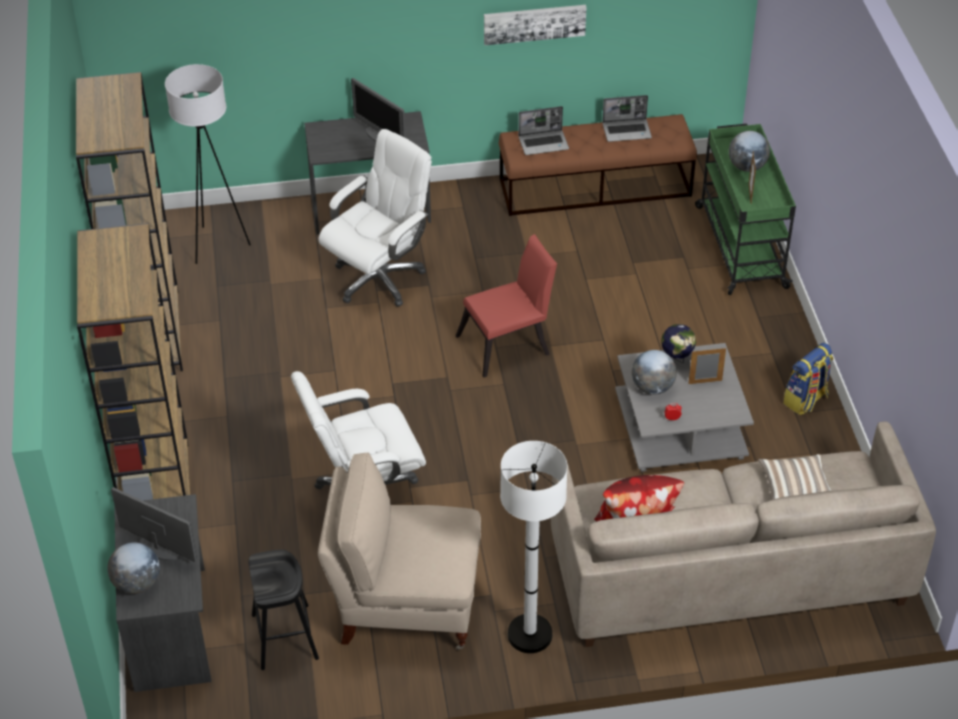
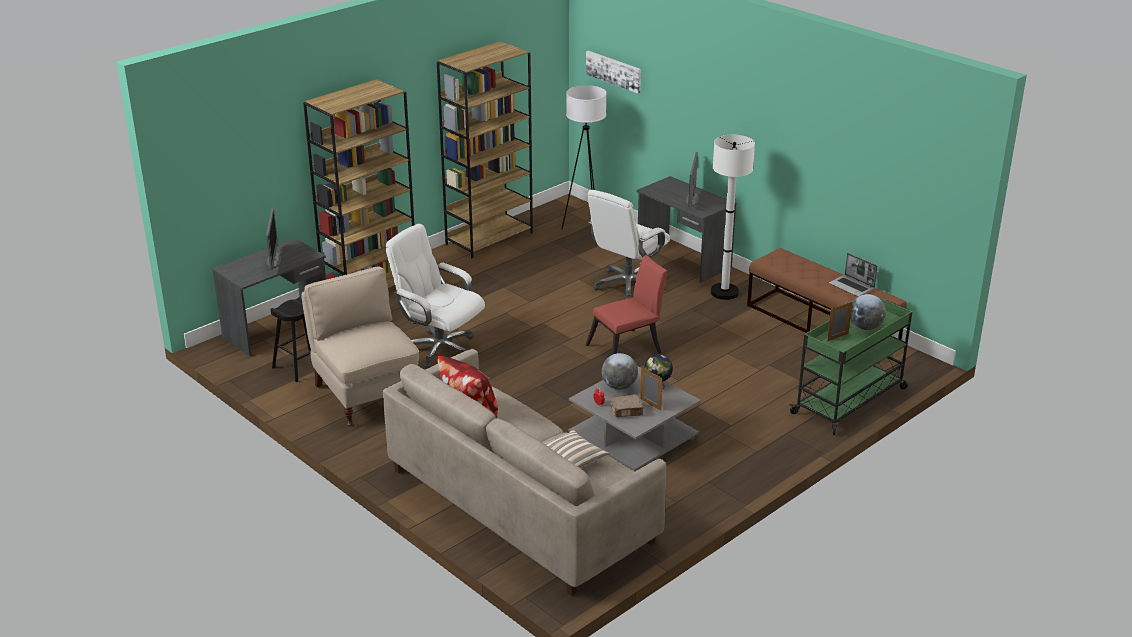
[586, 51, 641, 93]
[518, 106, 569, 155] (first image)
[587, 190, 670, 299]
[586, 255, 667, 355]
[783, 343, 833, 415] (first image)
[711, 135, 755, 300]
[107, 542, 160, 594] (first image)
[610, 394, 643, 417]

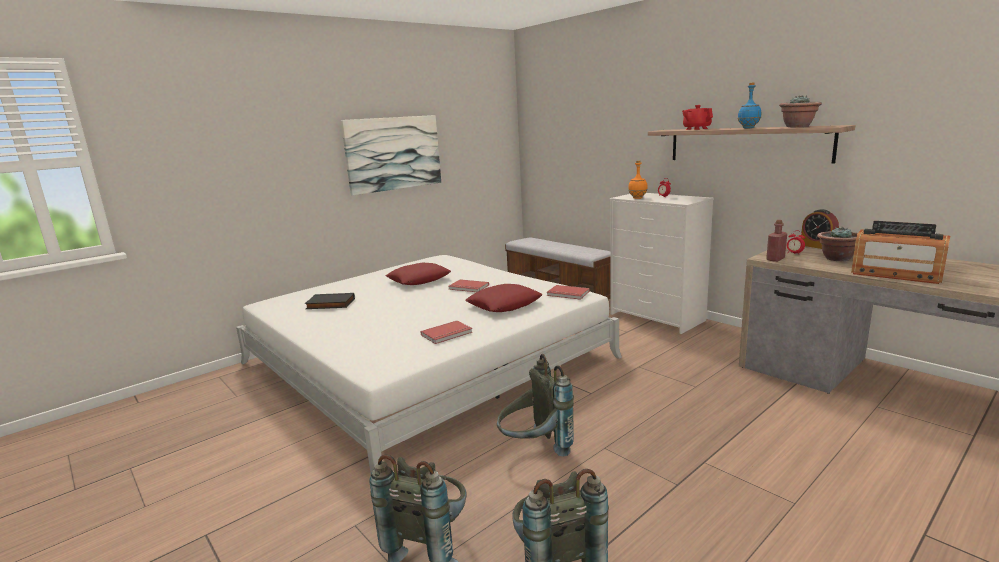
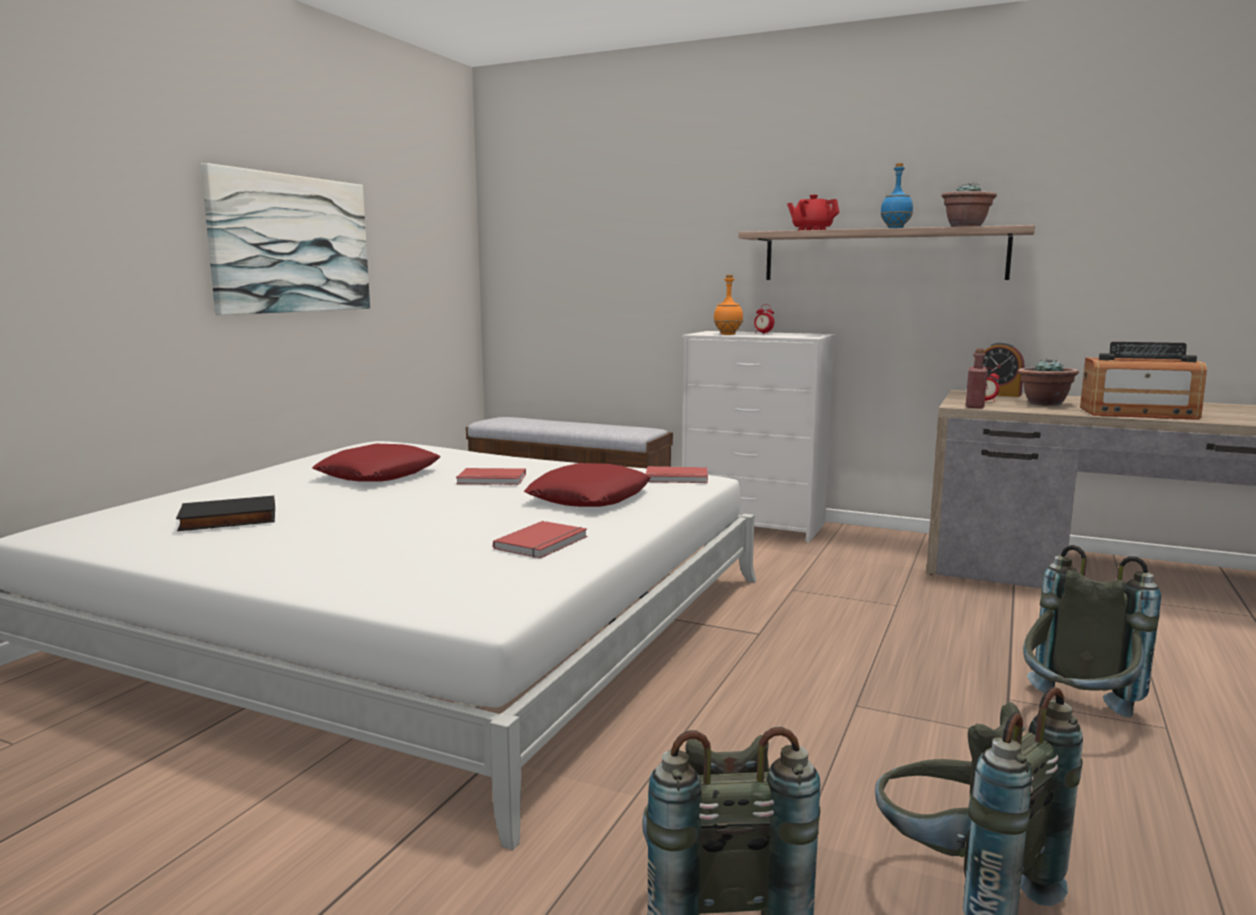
[1023, 545, 1161, 717]

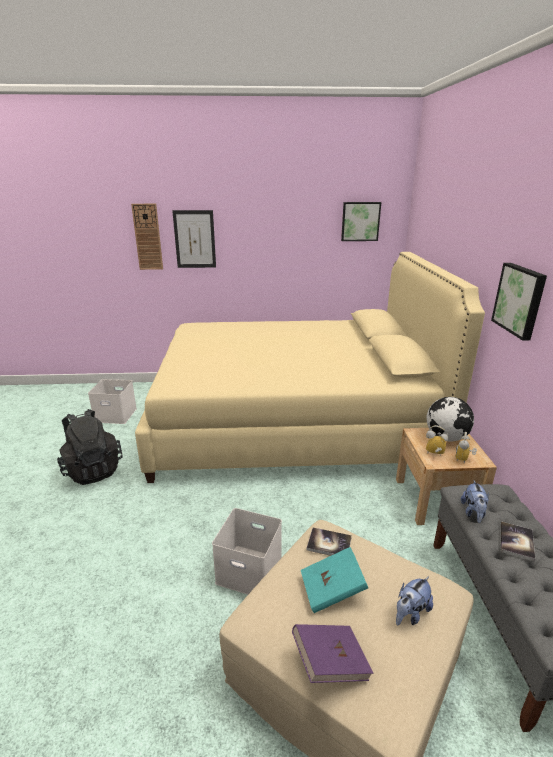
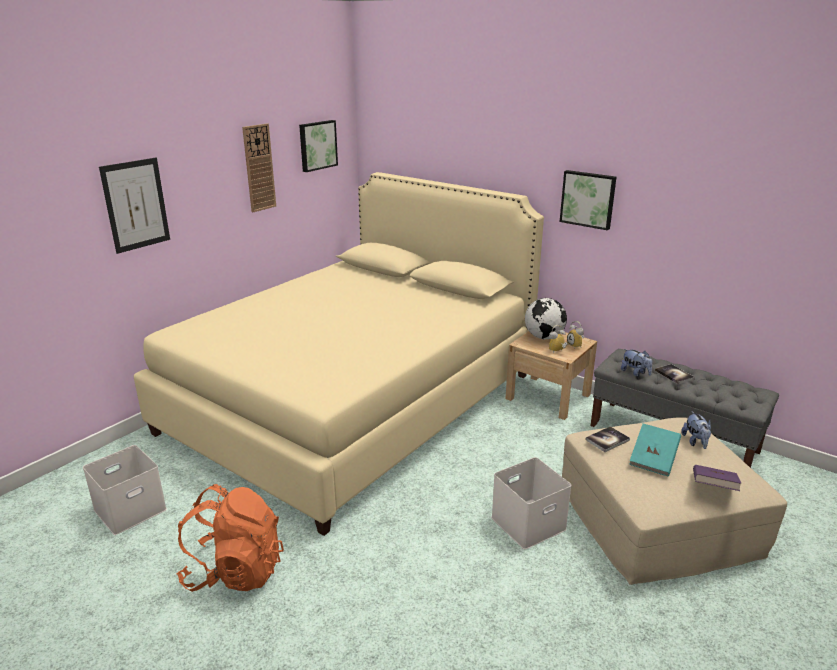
[242, 124, 276, 212]
[177, 484, 284, 592]

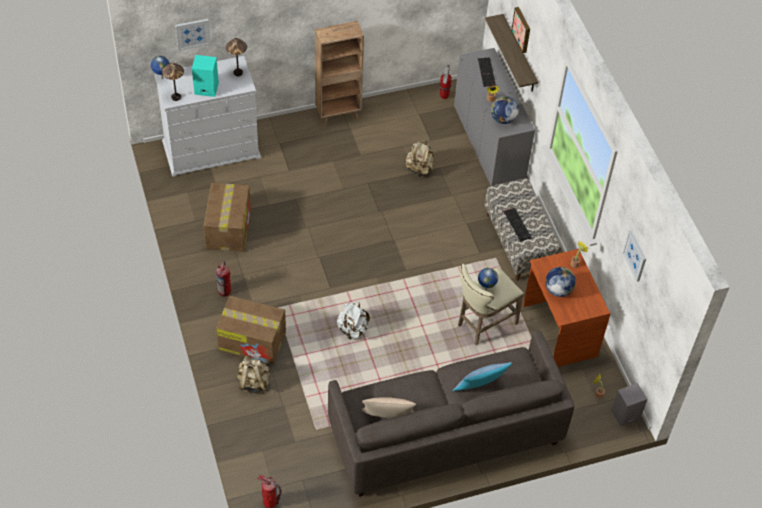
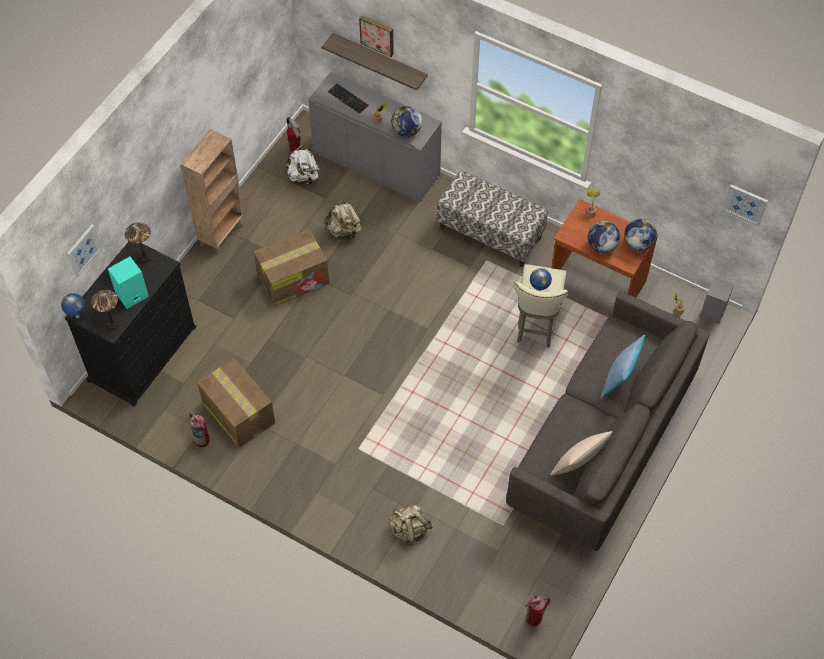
[65, 241, 197, 406]
[503, 208, 532, 242] (first image)
[723, 184, 768, 226]
[189, 412, 209, 447]
[254, 229, 329, 306]
[285, 145, 320, 185]
[624, 219, 657, 251]

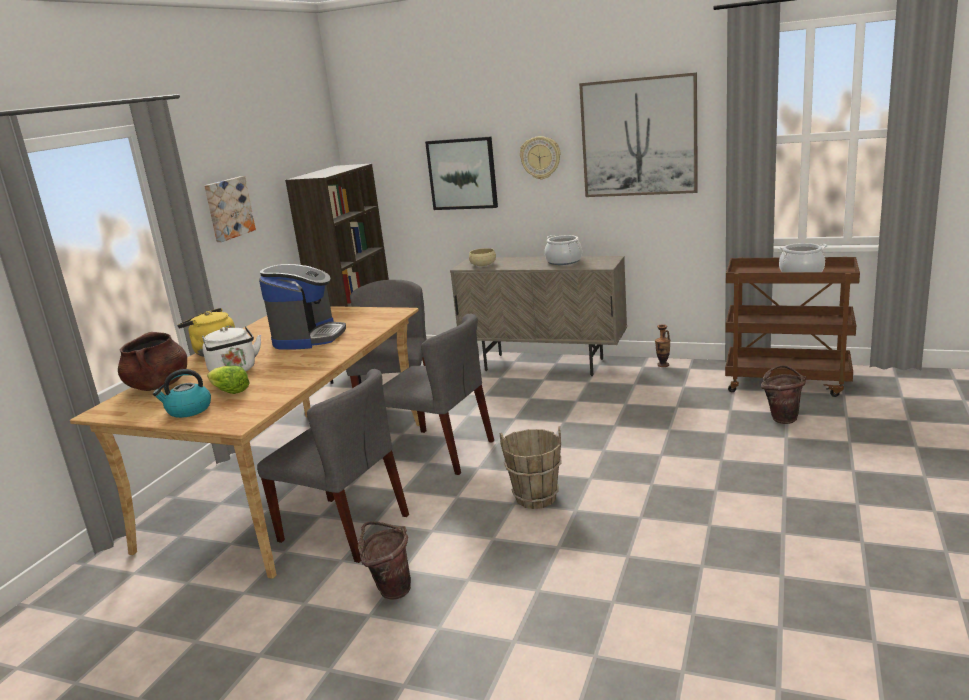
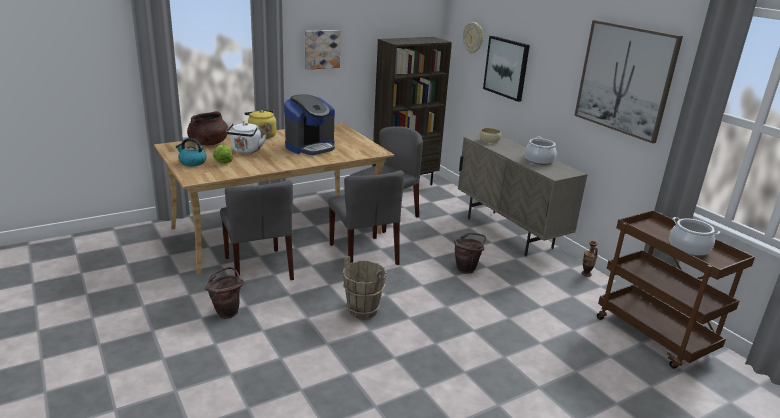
[463, 22, 483, 53]
[454, 233, 486, 274]

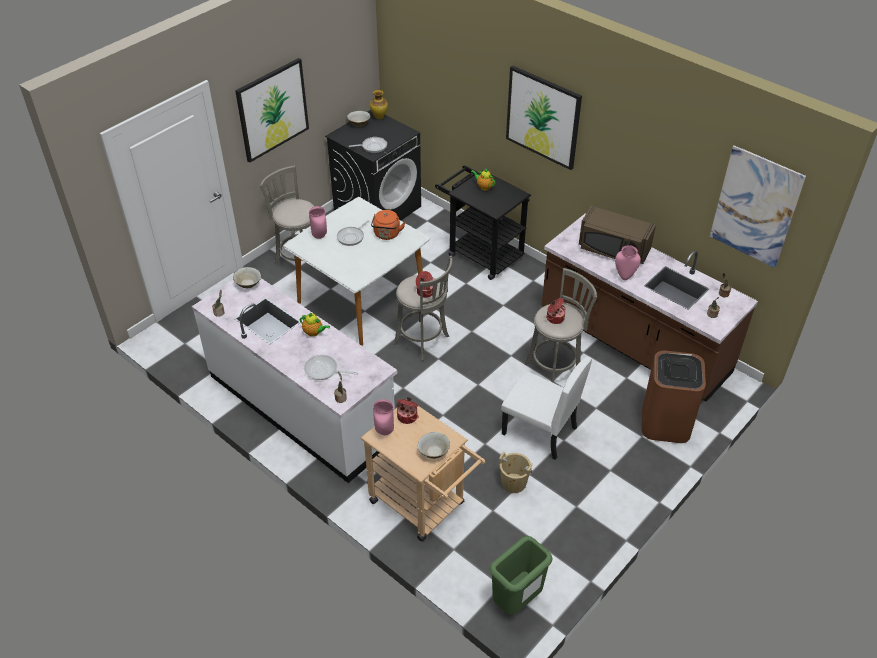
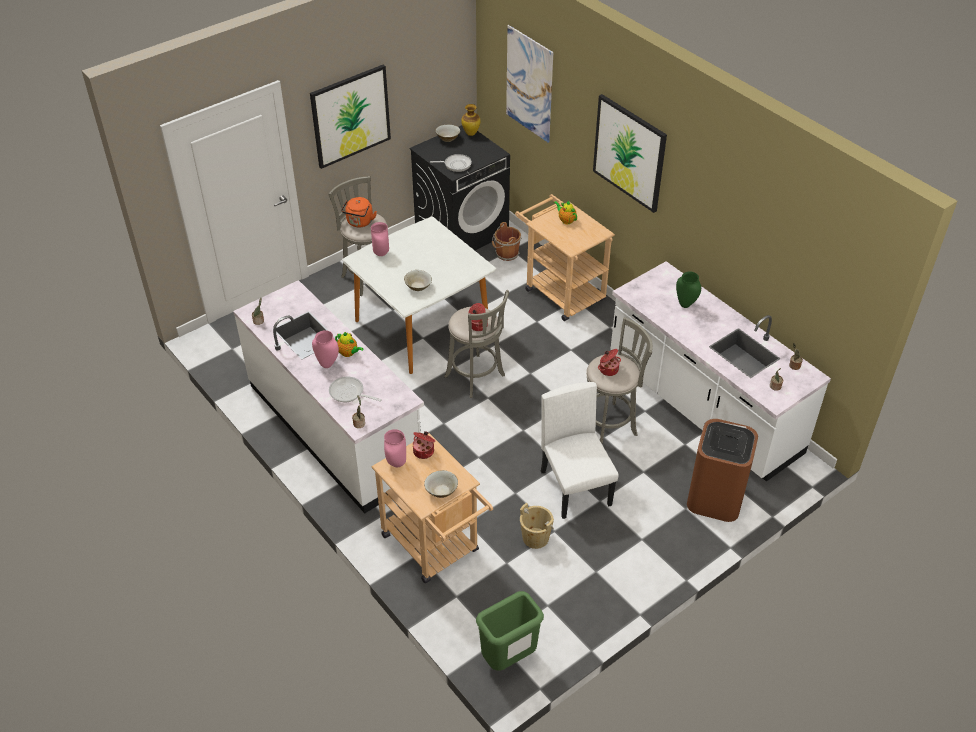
[506, 25, 553, 143]
[515, 194, 615, 321]
[676, 272, 701, 308]
[341, 197, 377, 227]
[610, 261, 831, 482]
[337, 220, 369, 246] (first image)
[312, 330, 339, 368]
[404, 270, 432, 291]
[541, 382, 619, 519]
[492, 222, 522, 261]

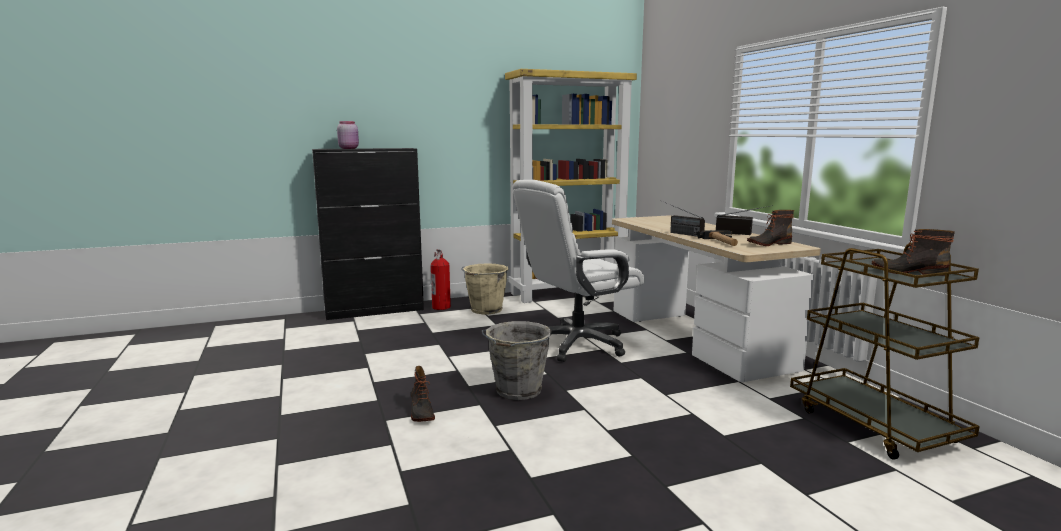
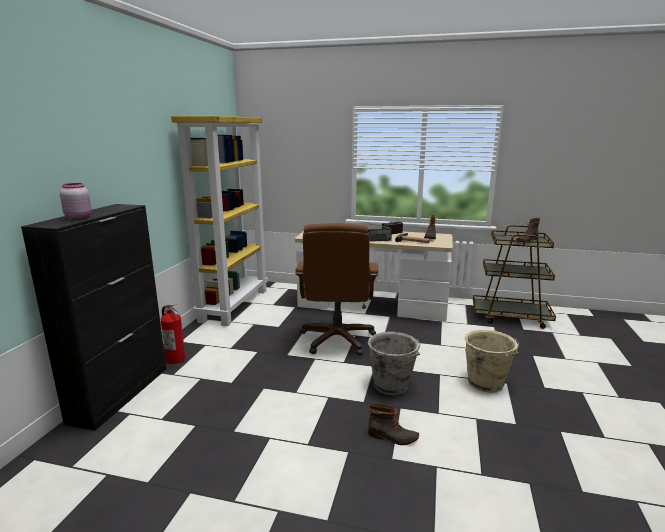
[295, 223, 378, 355]
[464, 330, 519, 393]

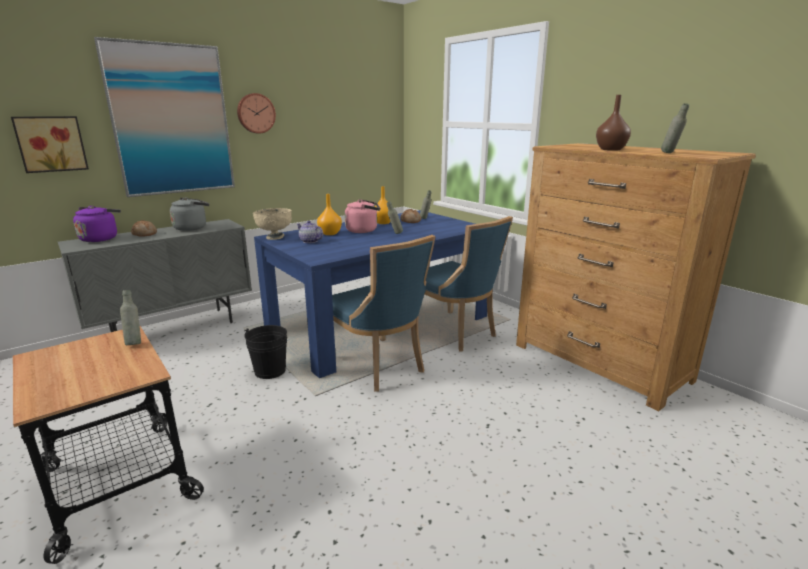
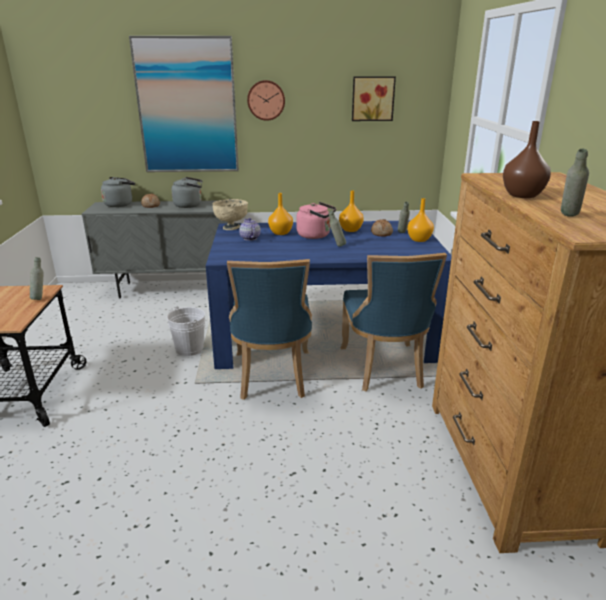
[352, 76, 396, 121]
[101, 177, 135, 207]
[167, 306, 205, 356]
[407, 198, 434, 242]

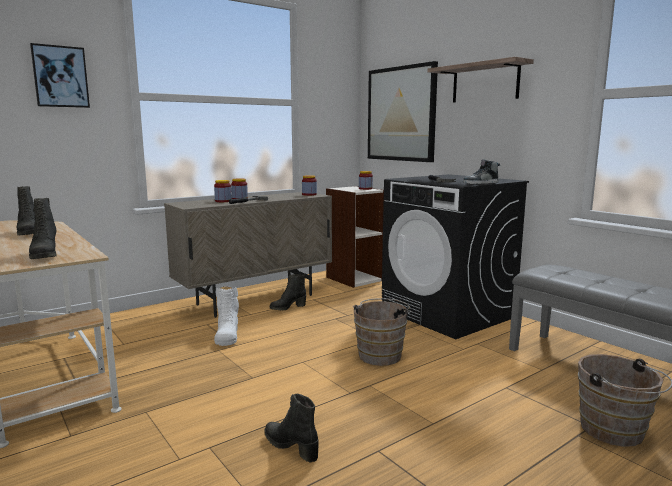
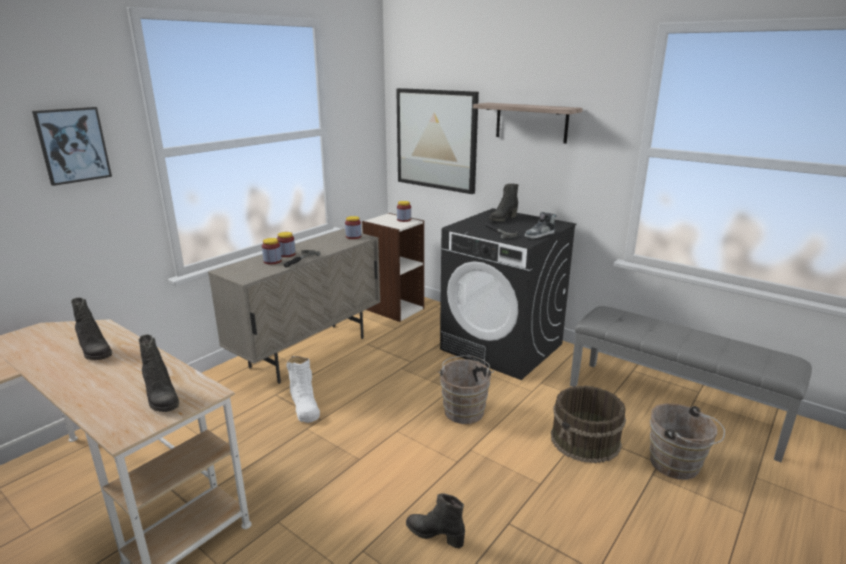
[489, 184, 518, 222]
[551, 385, 626, 464]

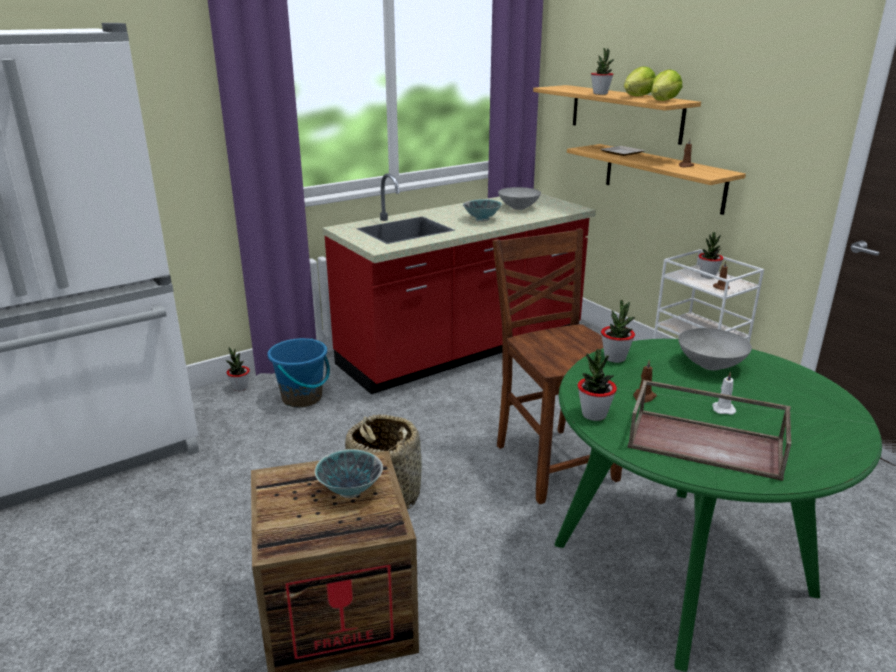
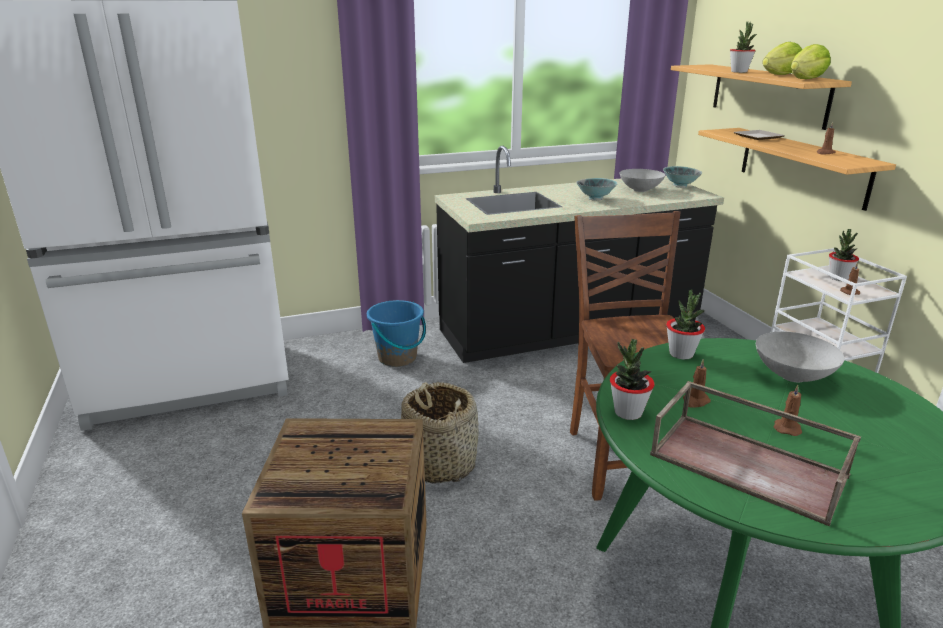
[435, 146, 724, 363]
[226, 347, 250, 391] (first image)
[774, 385, 802, 436]
[663, 166, 702, 188]

